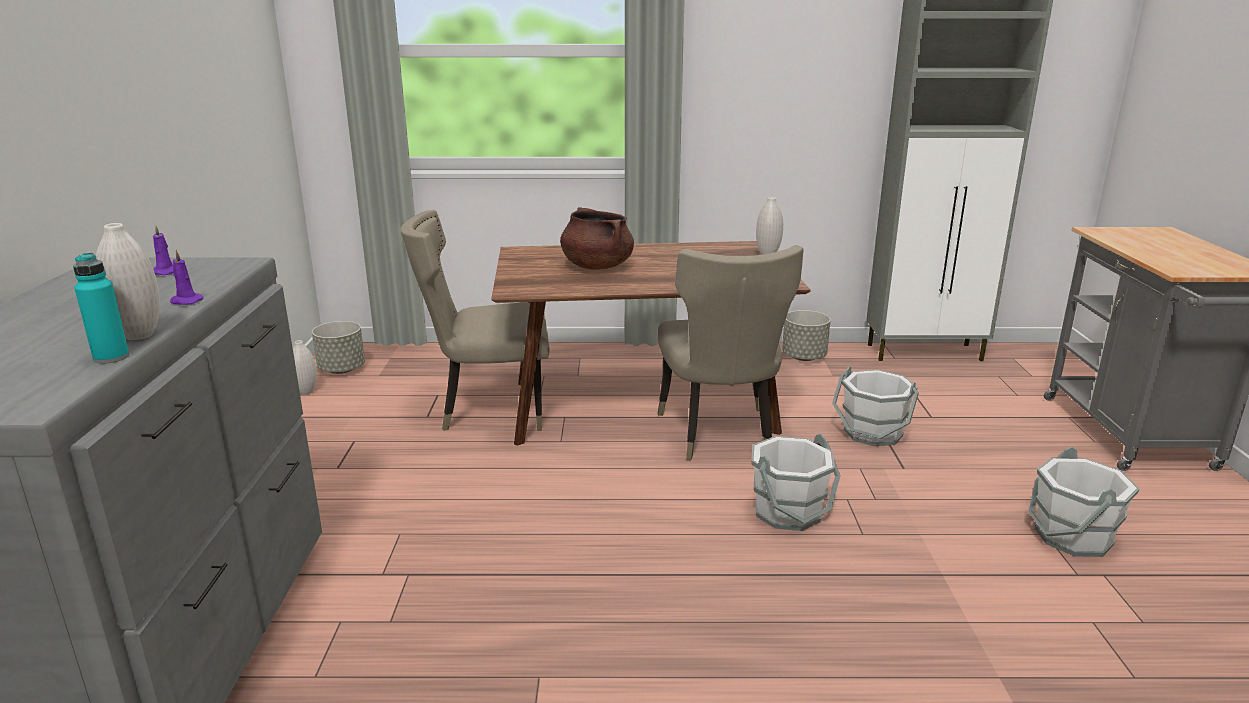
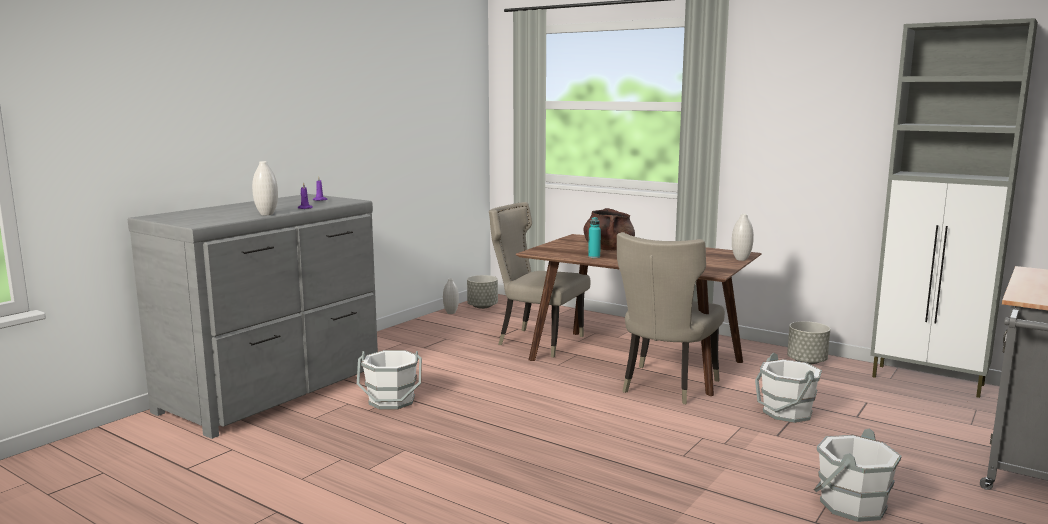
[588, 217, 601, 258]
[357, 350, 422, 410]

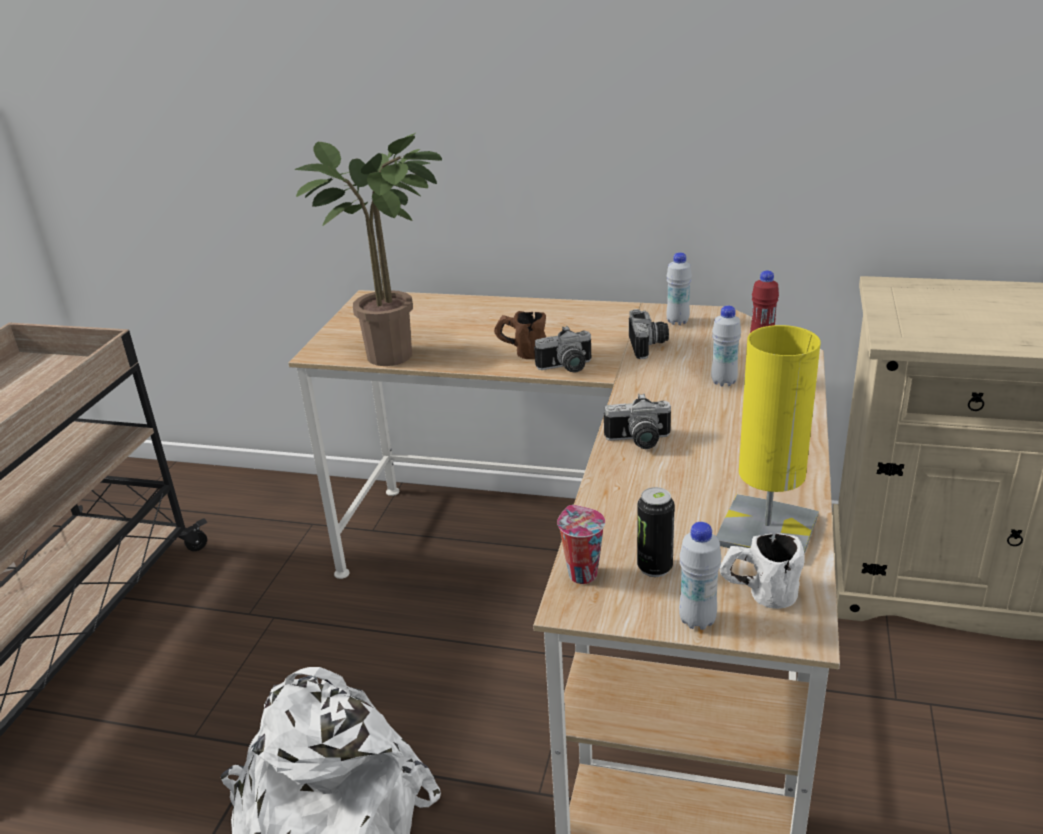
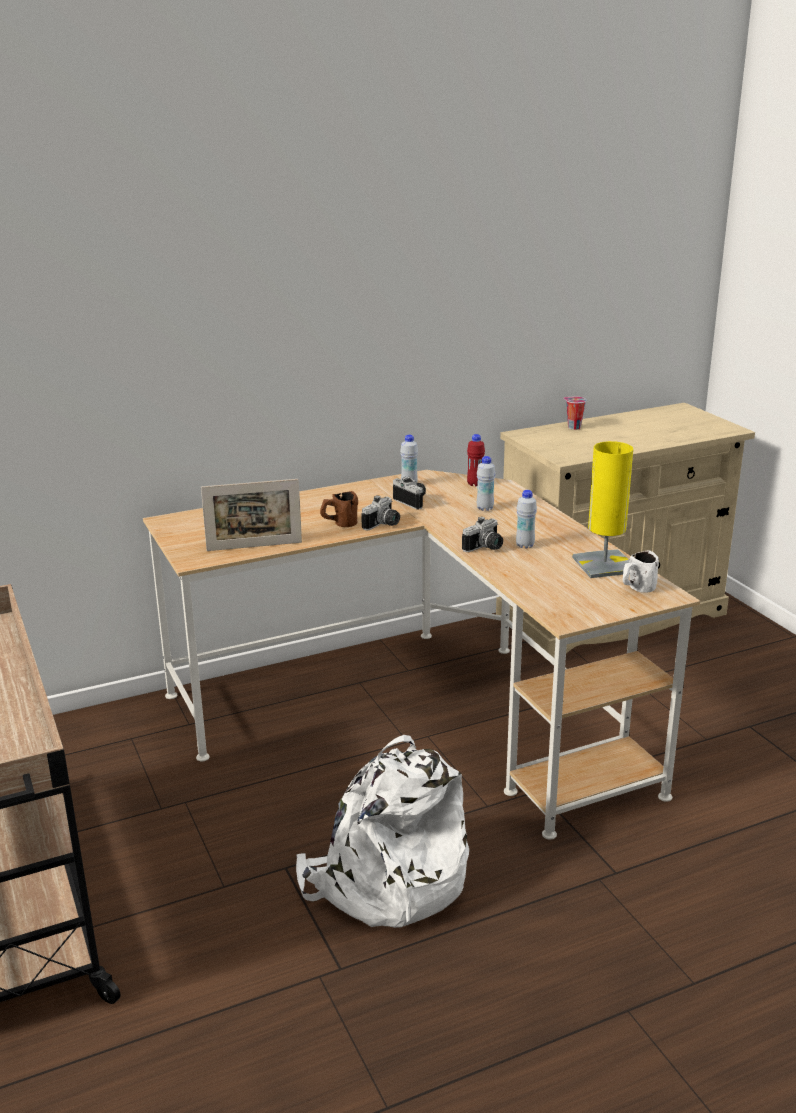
[201, 479, 302, 551]
[637, 487, 675, 577] (first image)
[564, 396, 587, 430]
[516, 490, 537, 548]

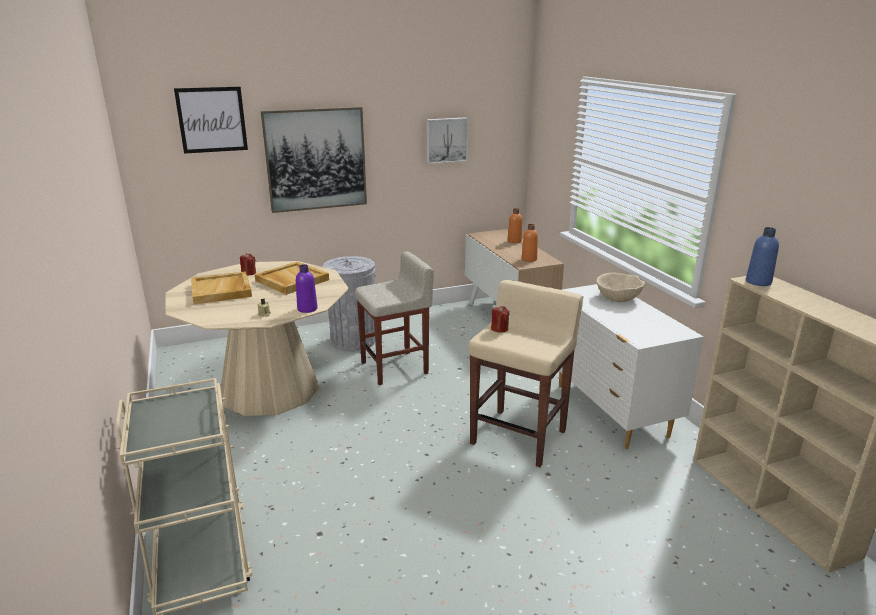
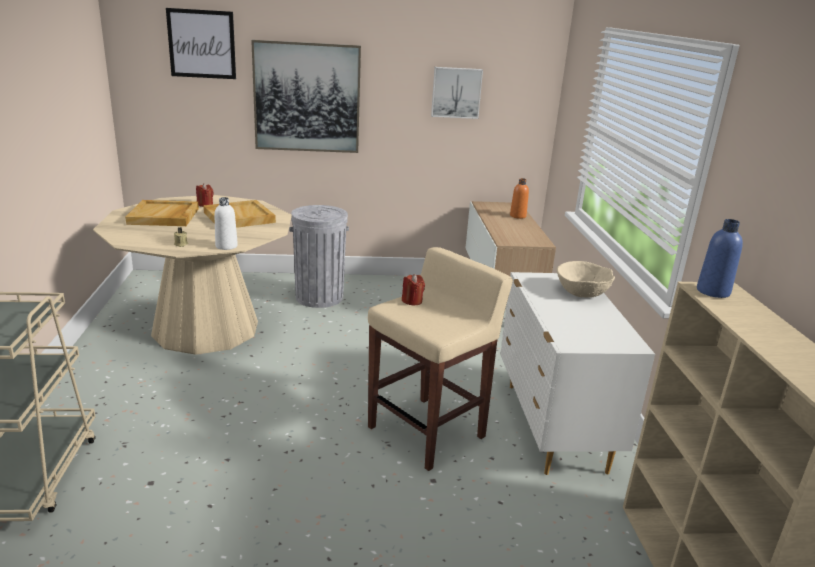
[522, 224, 538, 262] (first image)
[355, 251, 434, 385] (first image)
[214, 197, 238, 250]

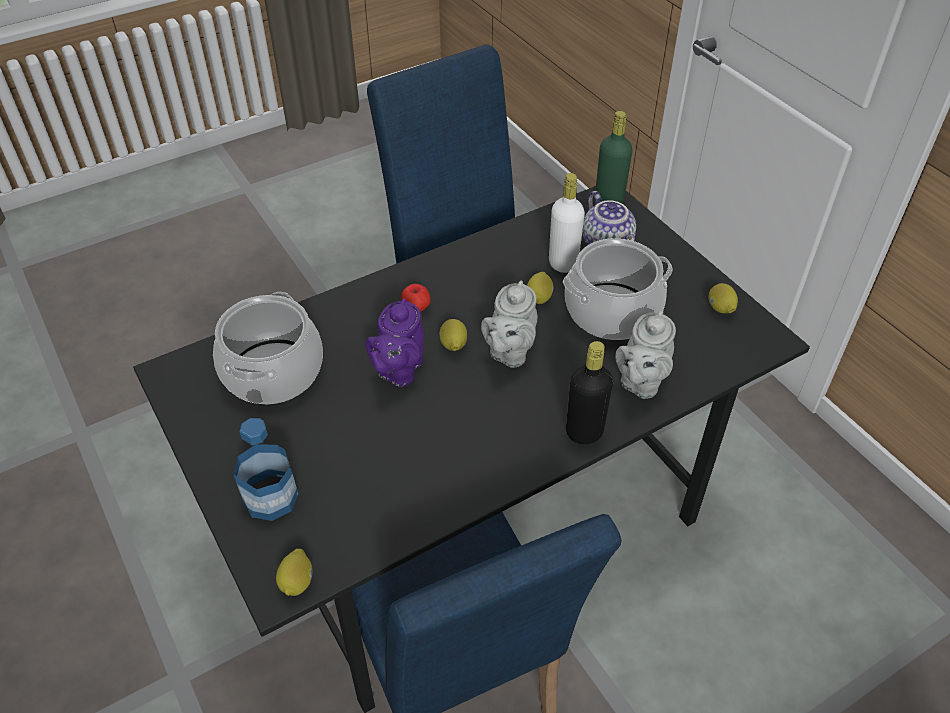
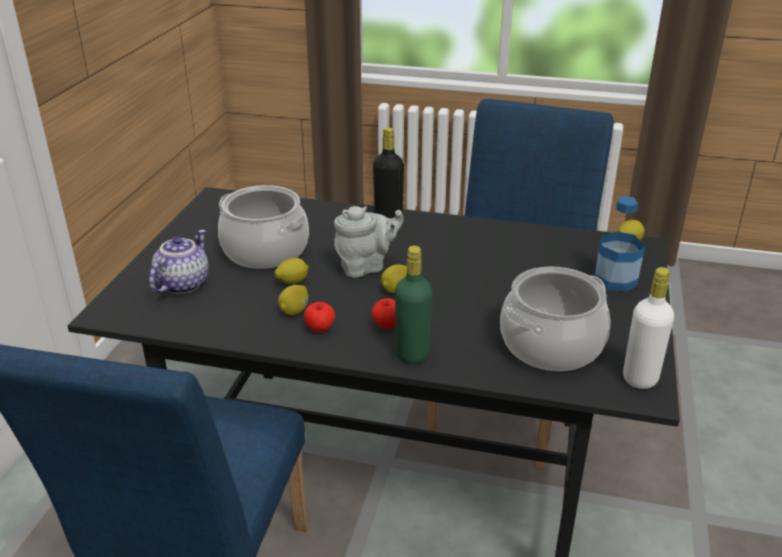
[395, 246, 432, 364]
[623, 267, 674, 389]
[278, 285, 308, 315]
[365, 298, 424, 387] (first image)
[615, 310, 676, 399] (first image)
[304, 302, 335, 333]

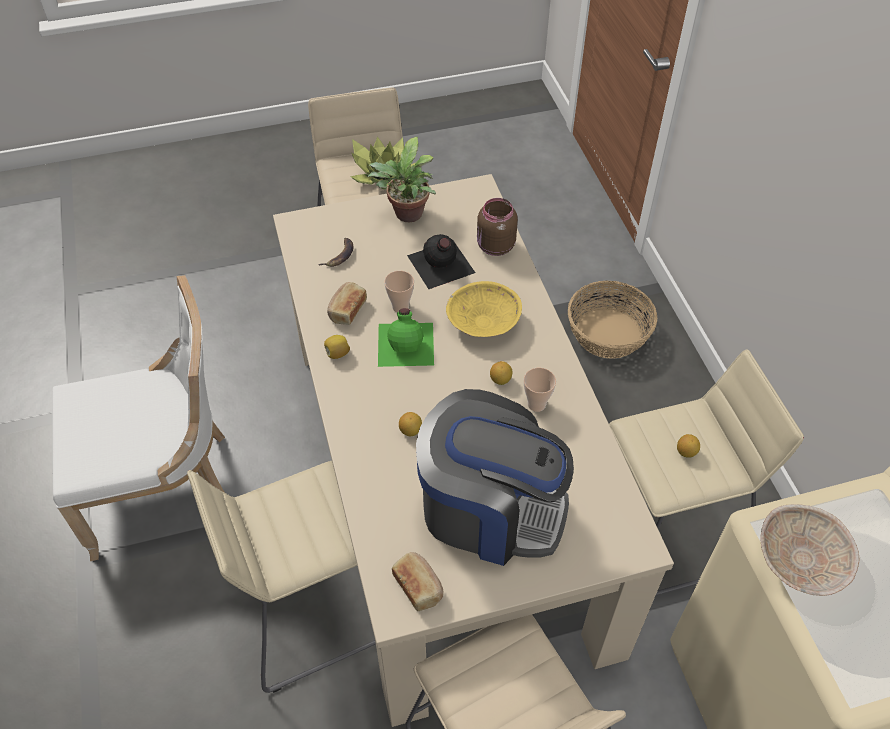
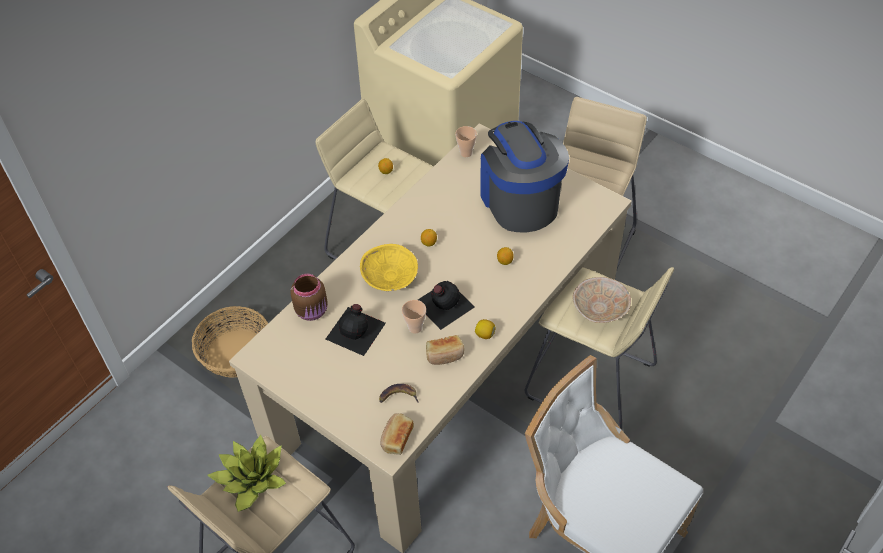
[367, 137, 436, 222] (first image)
[418, 280, 475, 330]
[455, 126, 477, 157]
[573, 277, 631, 323]
[380, 413, 414, 455]

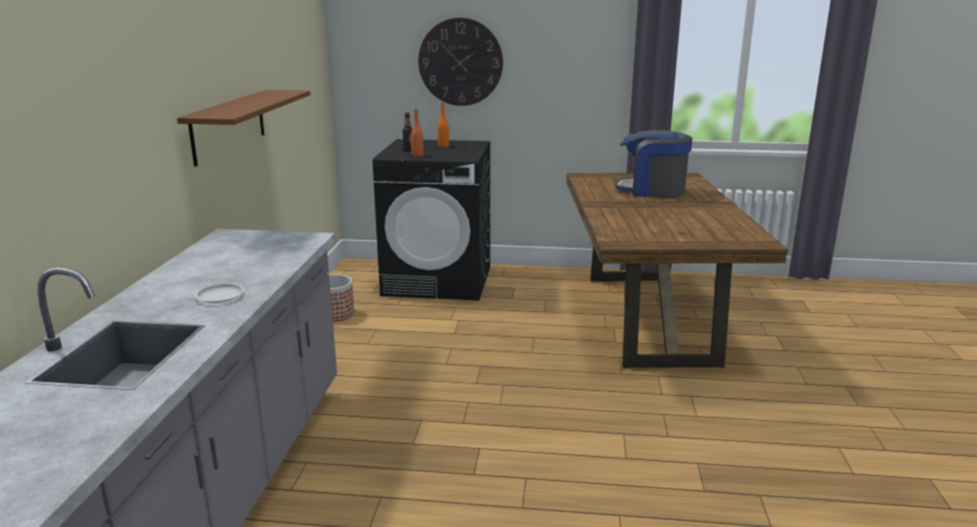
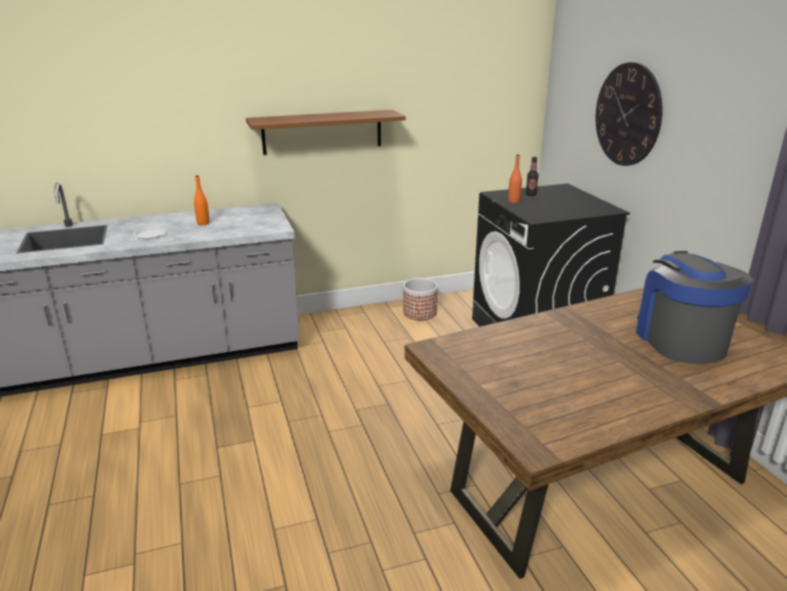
[194, 175, 209, 225]

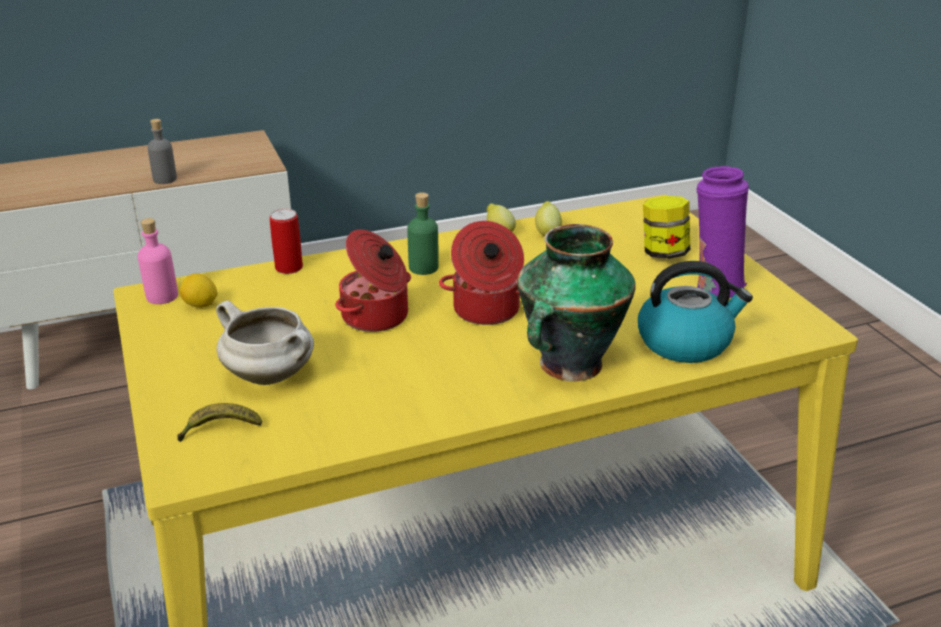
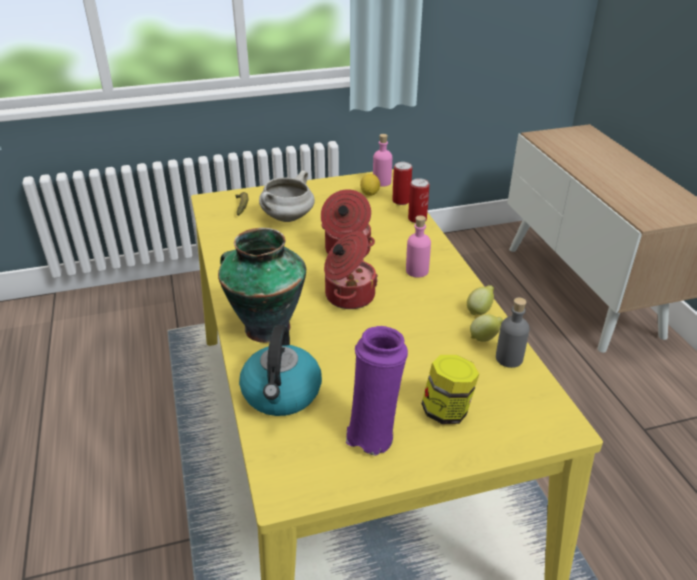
[496, 297, 530, 368]
[406, 215, 431, 278]
[392, 162, 412, 205]

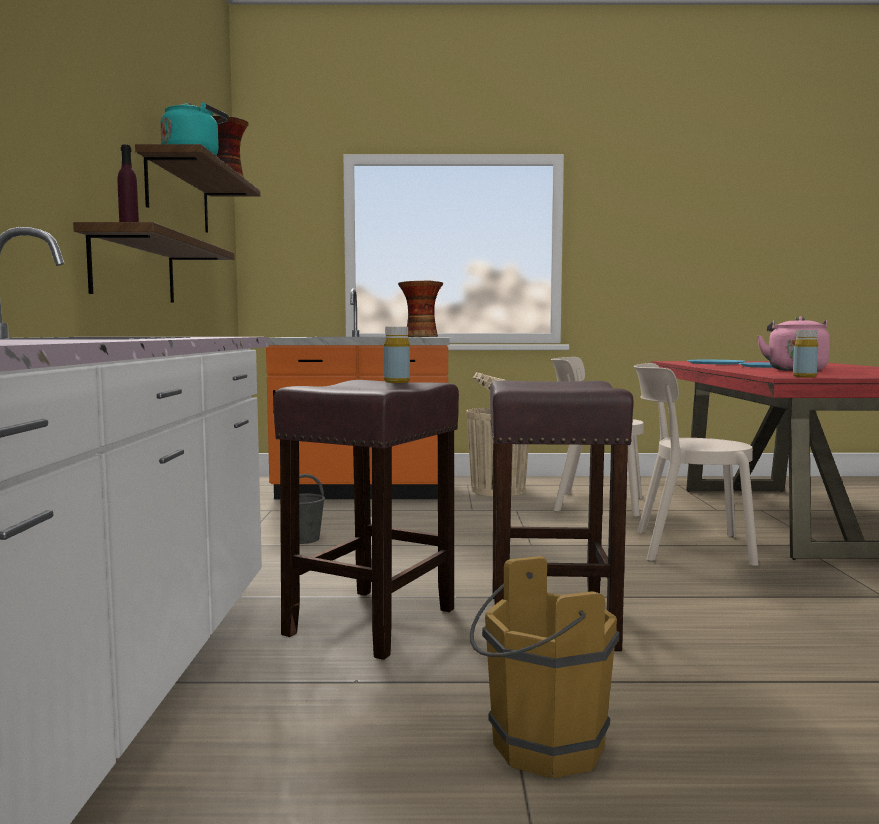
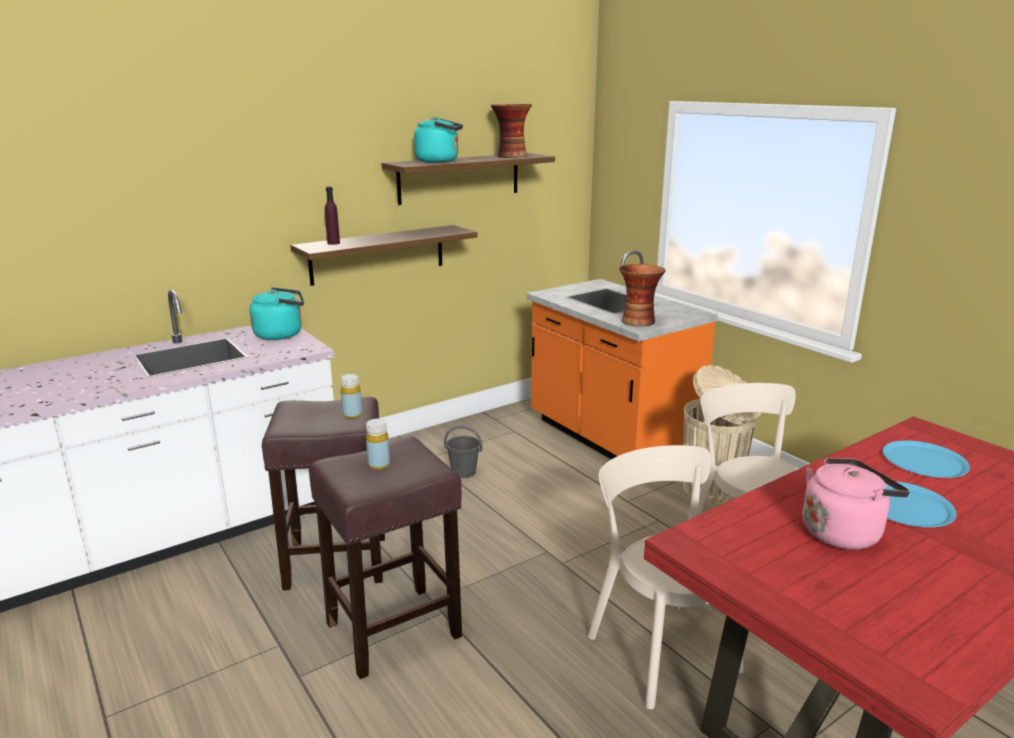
[366, 419, 390, 470]
[470, 556, 619, 778] (first image)
[250, 287, 304, 340]

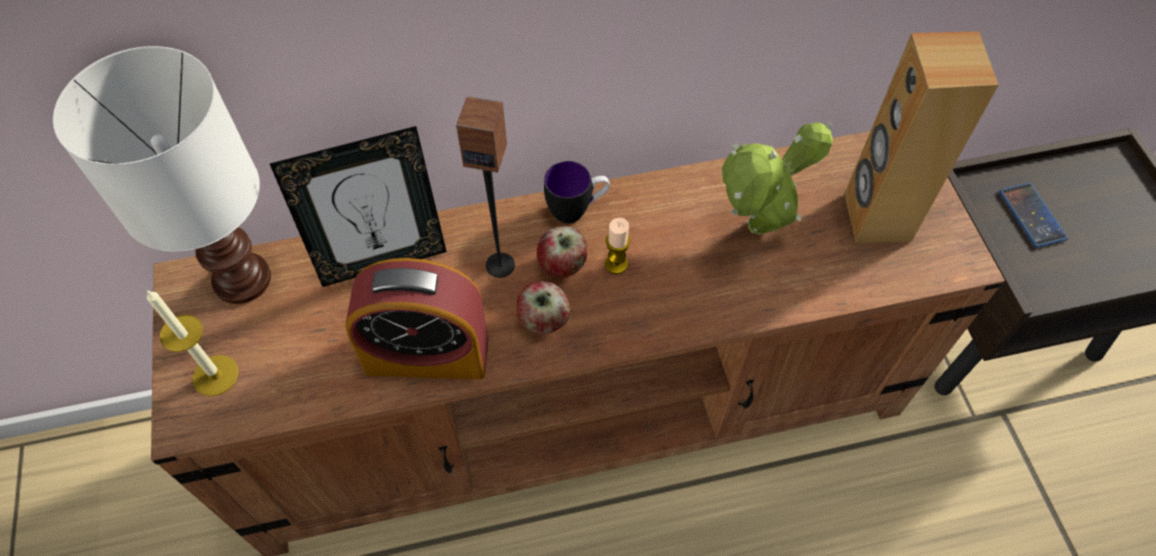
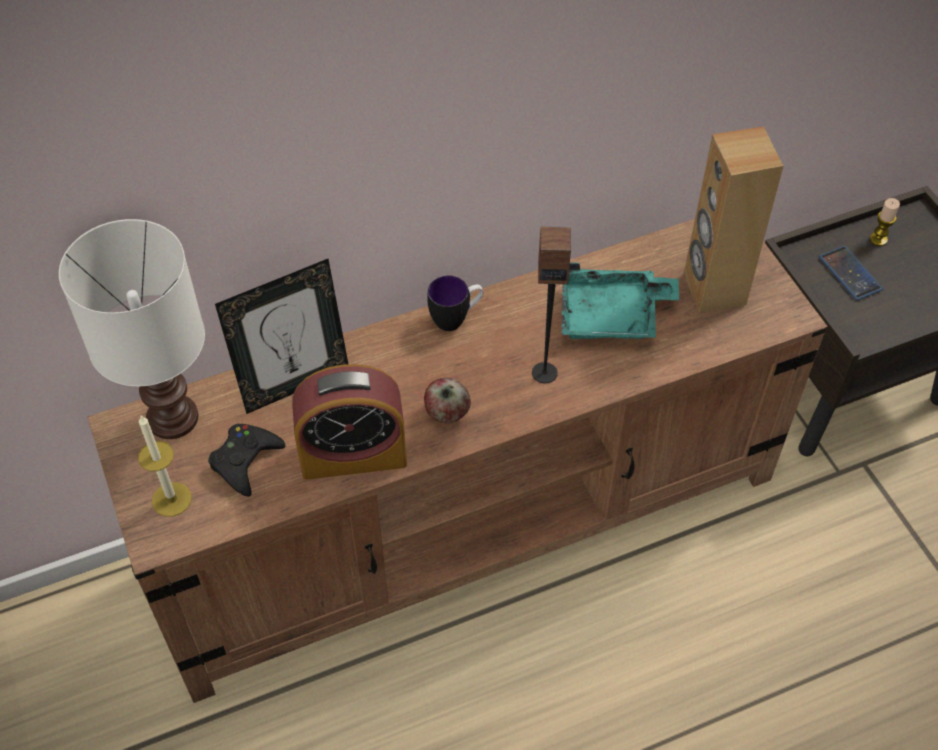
[532, 226, 571, 383]
[561, 263, 679, 339]
[870, 198, 900, 246]
[537, 226, 588, 277] (first image)
[208, 424, 285, 497]

